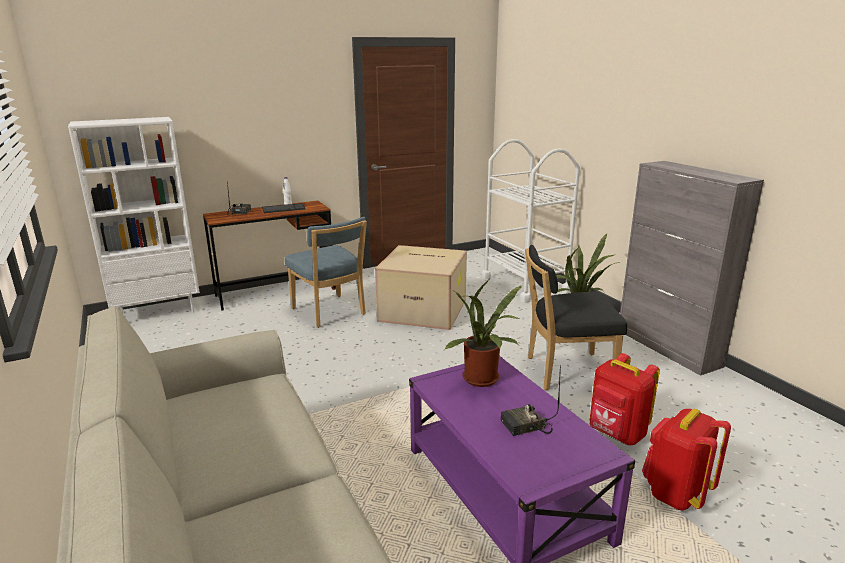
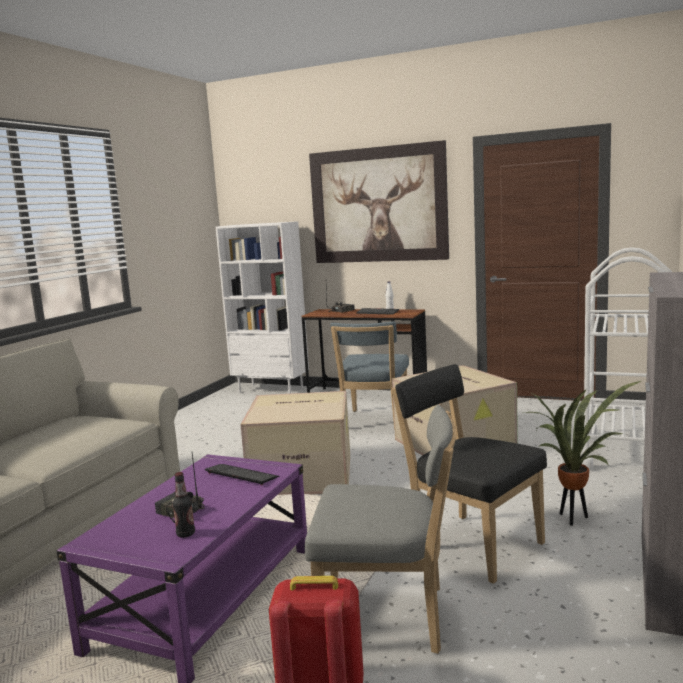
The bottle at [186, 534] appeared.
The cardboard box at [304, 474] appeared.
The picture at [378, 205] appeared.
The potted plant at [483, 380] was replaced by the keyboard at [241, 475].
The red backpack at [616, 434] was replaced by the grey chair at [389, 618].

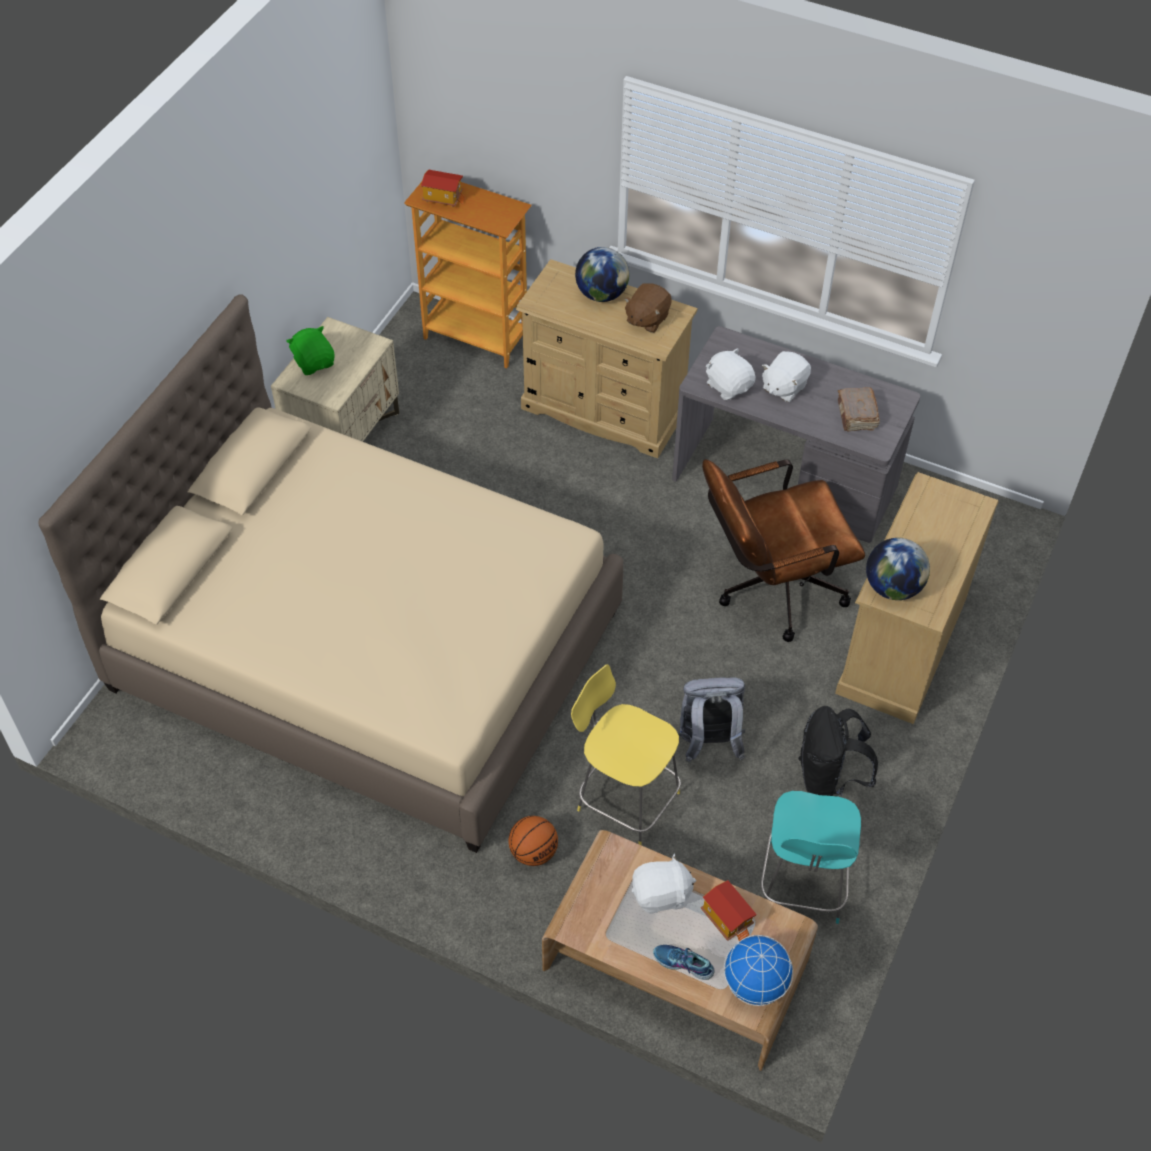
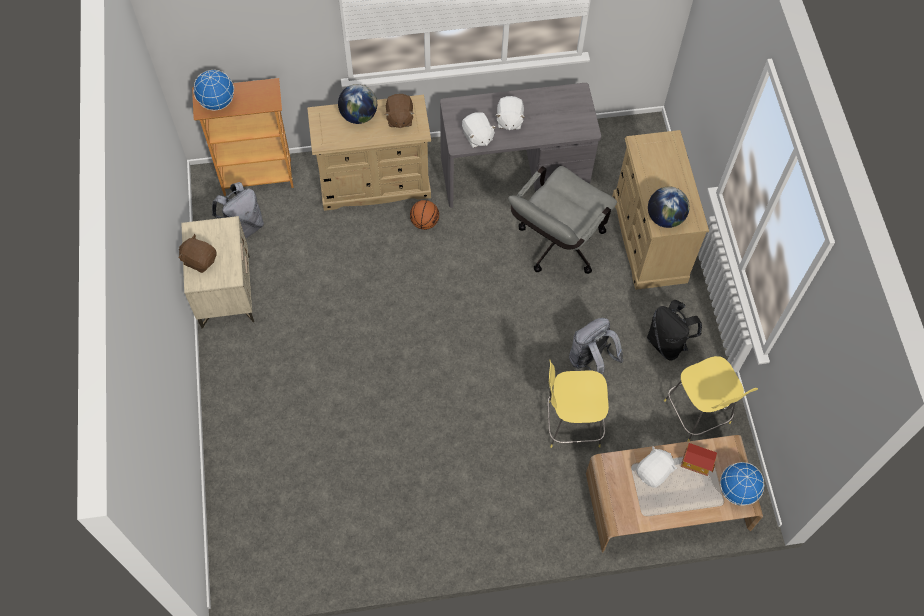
The beige bed at [367, 649] disappeared.
The shoe at [683, 964] disappeared.
The brown book at [856, 416] disappeared.
The grey backpack at [243, 227] appeared.
The basketball moved from [533, 852] to [424, 222].
The toy house at [443, 197] was replaced by the globe at [217, 102].
The green plush toy at [314, 362] became the brown plush toy at [199, 260].
The brown office chair at [770, 590] became the grey office chair at [556, 246].
The turquoise stool at [802, 886] became the yellow stool at [698, 414].
The white plush toy at [729, 386] turned 135 degrees counterclockwise.

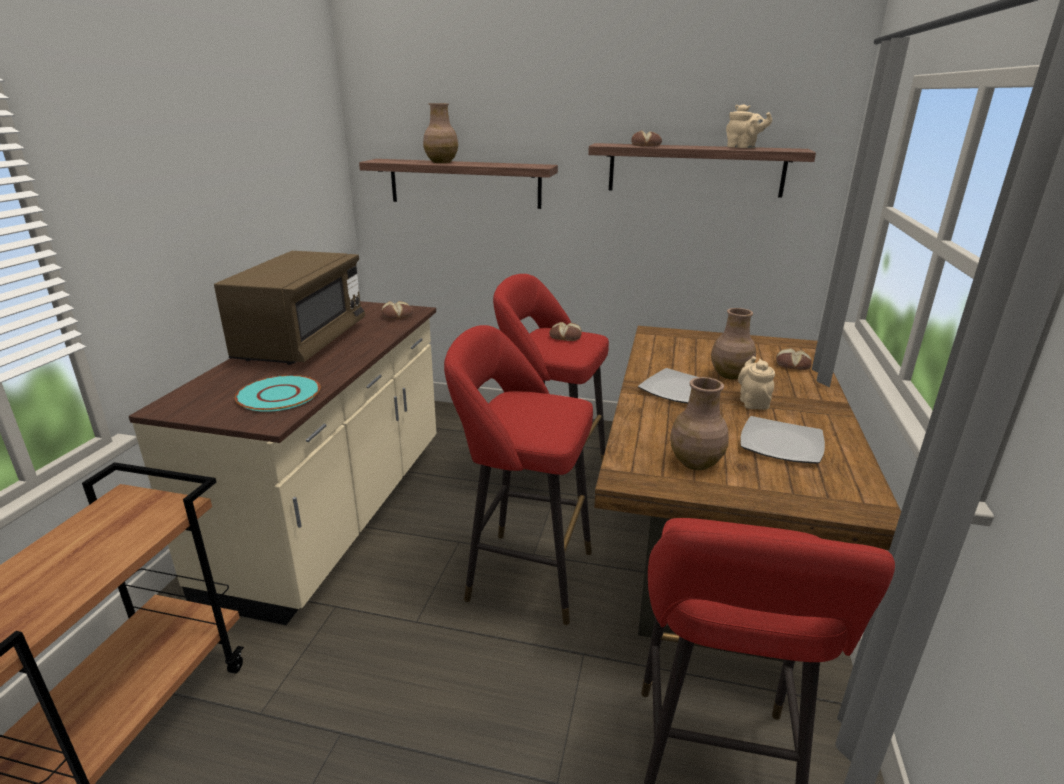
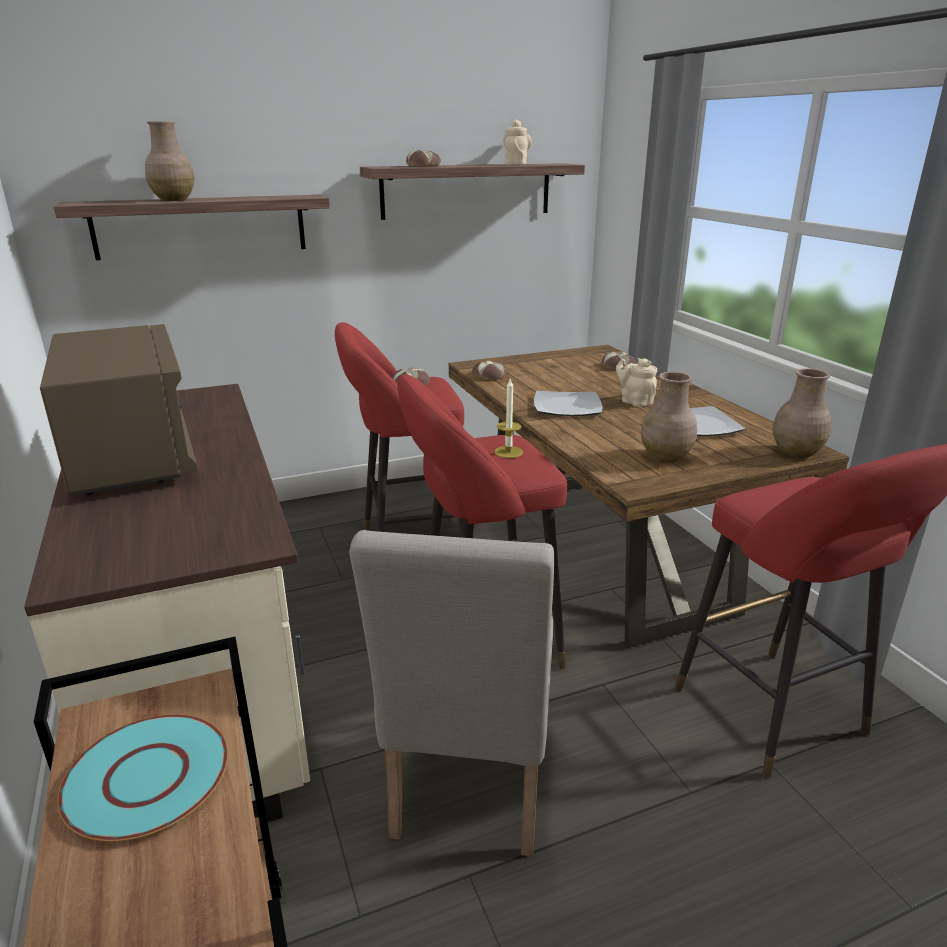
The beige chair at [467, 789] appeared.
The candle at [508, 452] appeared.
The turquoise plate moved from [278, 395] to [146, 778].
The bread moved from [397, 315] to [489, 375].
The brown vase moved from [729, 375] to [795, 452].
The beige teapot at [743, 148] turned 75 degrees counterclockwise.

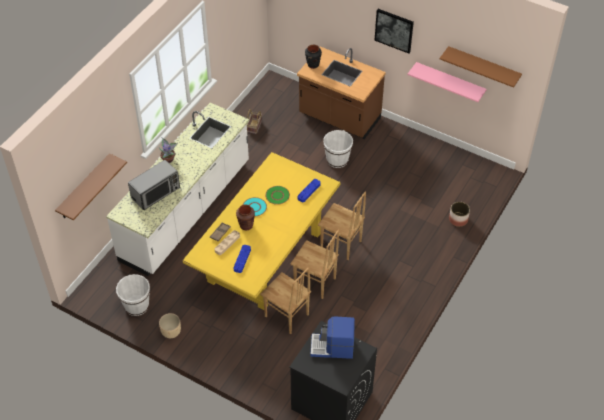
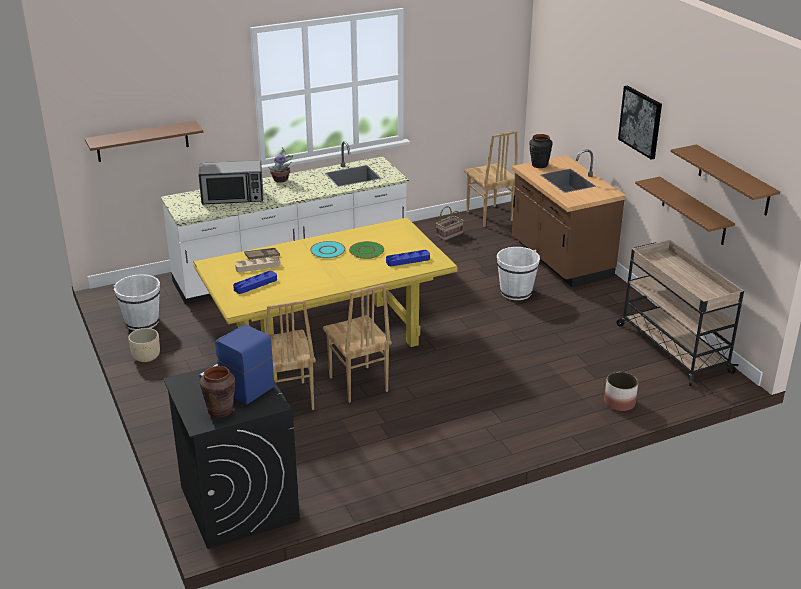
The beige cart at [672, 347] appeared.
The brown vase moved from [246, 225] to [220, 411].
The brown chair moved from [341, 245] to [489, 216].
The pink shelf at [450, 82] became the brown shelf at [693, 211].

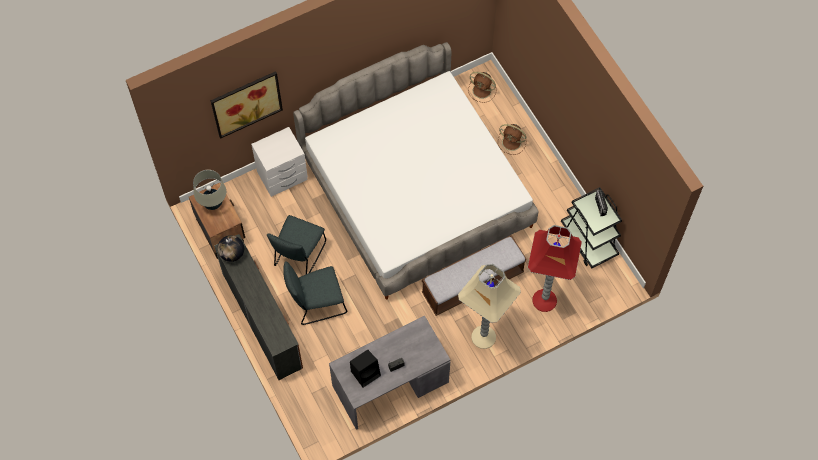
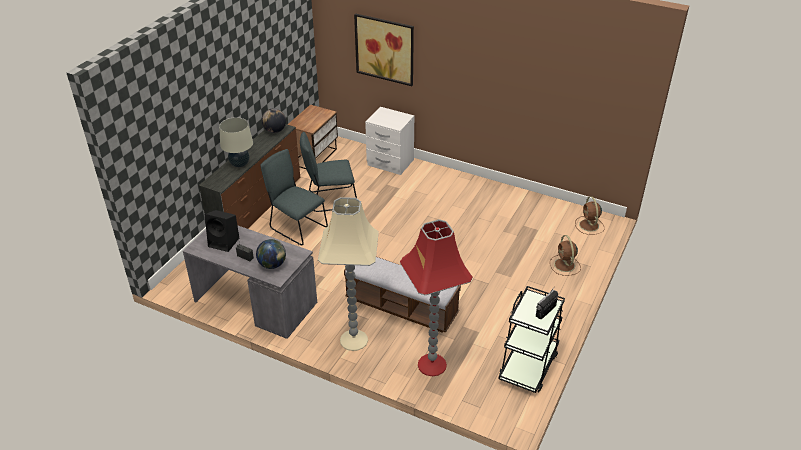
The bed at [416, 190] disappeared.
The globe at [272, 265] appeared.
The beige table lamp moved from [213, 203] to [239, 164].

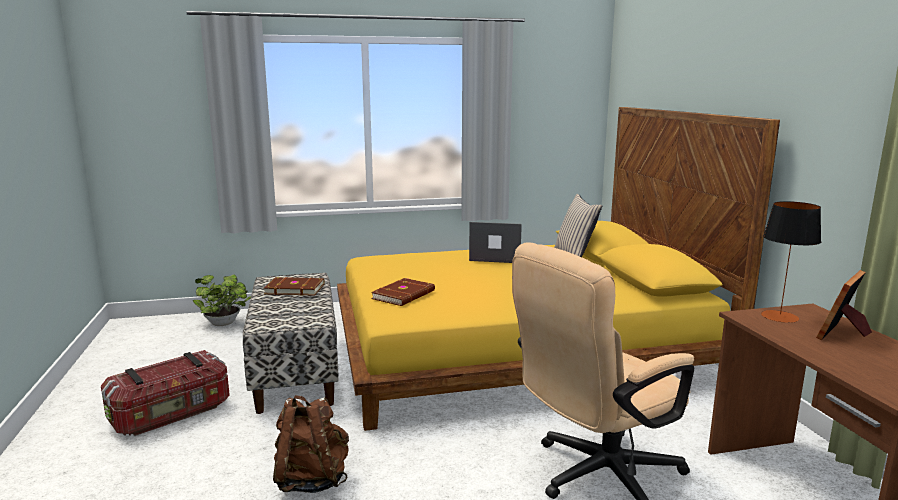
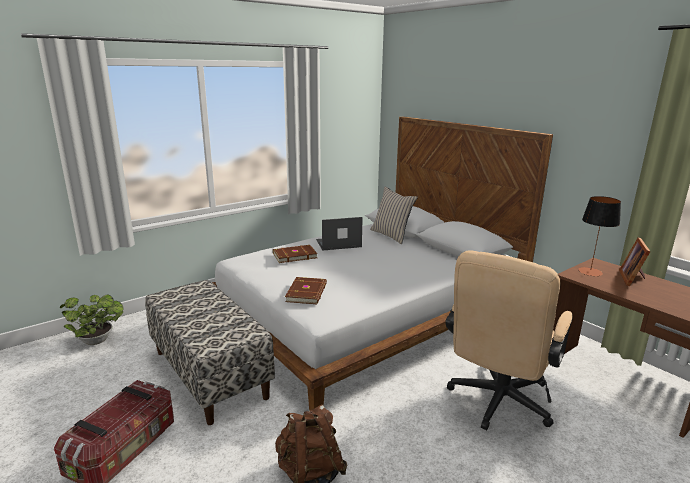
The brown book moved from [295, 288] to [294, 255].
The yellow bed at [516, 350] became the white bed at [368, 314].

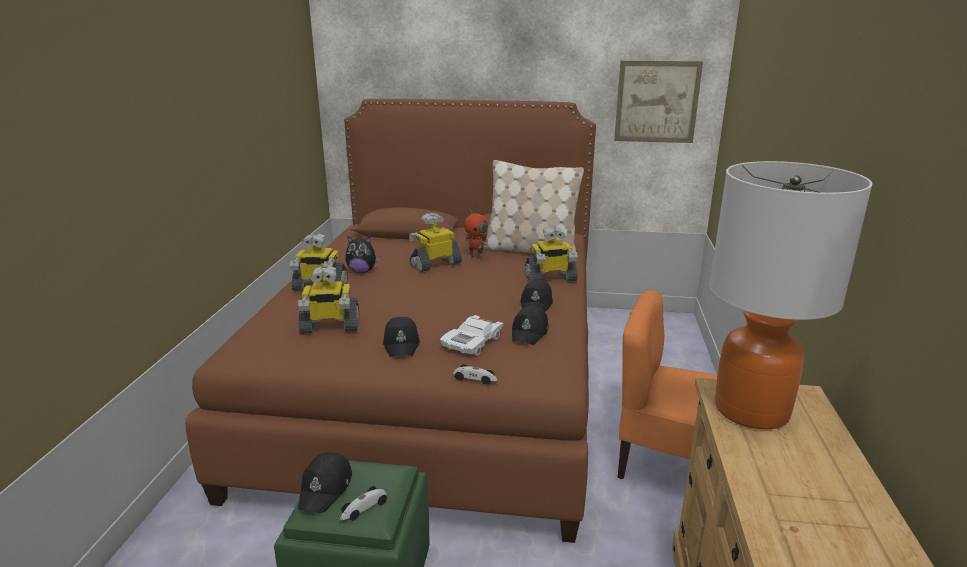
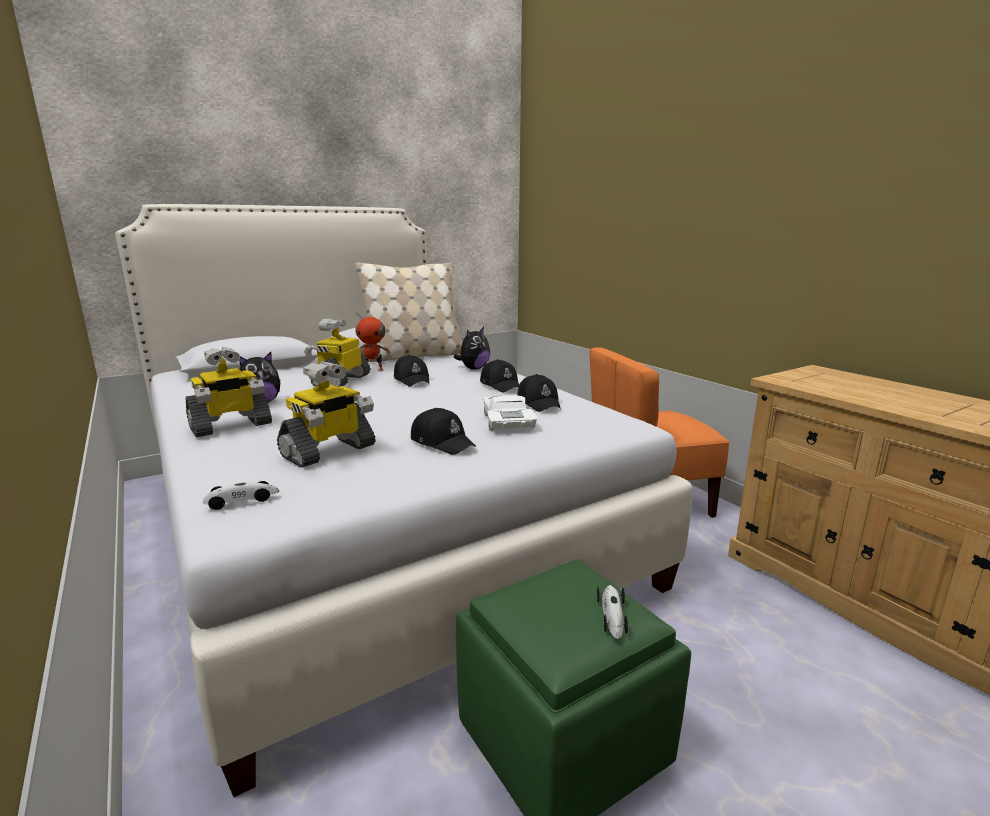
The picture at [657, 102] disappeared.
The table lamp at [751, 410] disappeared.
The black cap moved from [326, 488] to [412, 379].
The toy car moved from [475, 379] to [242, 500].
The toy robot at [550, 278] was replaced by the plush toy at [473, 368].
The brown bed at [438, 383] became the white bed at [374, 521].

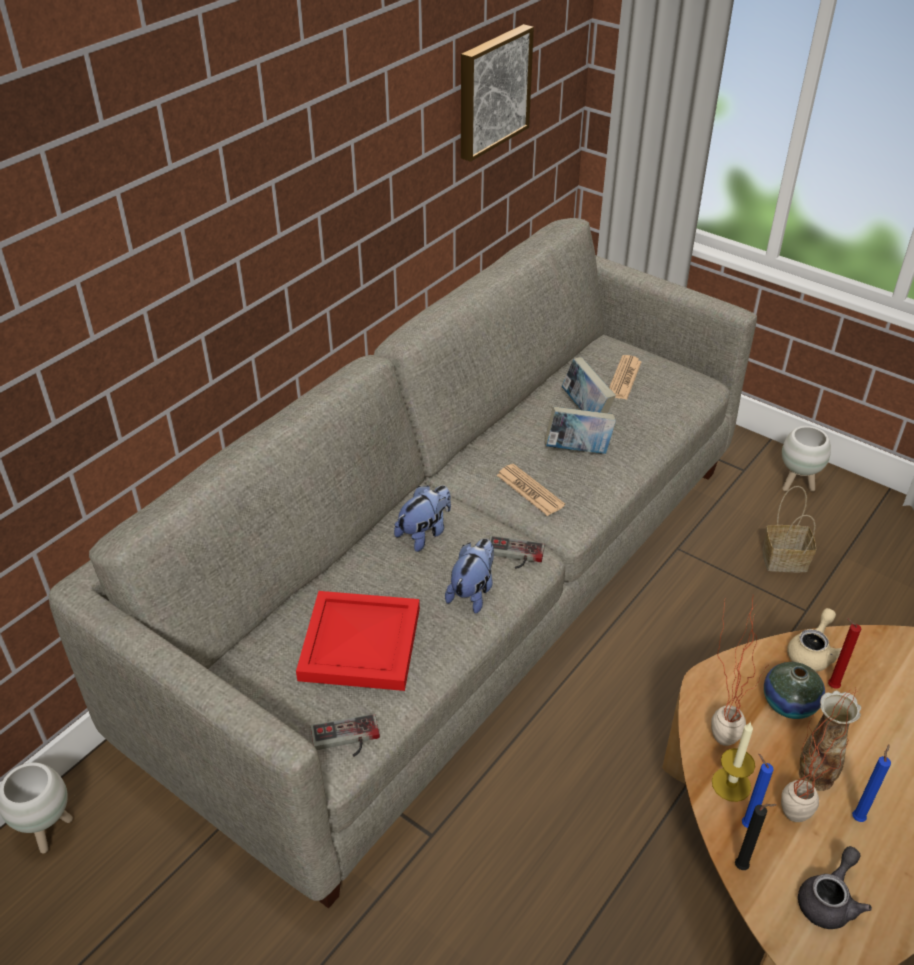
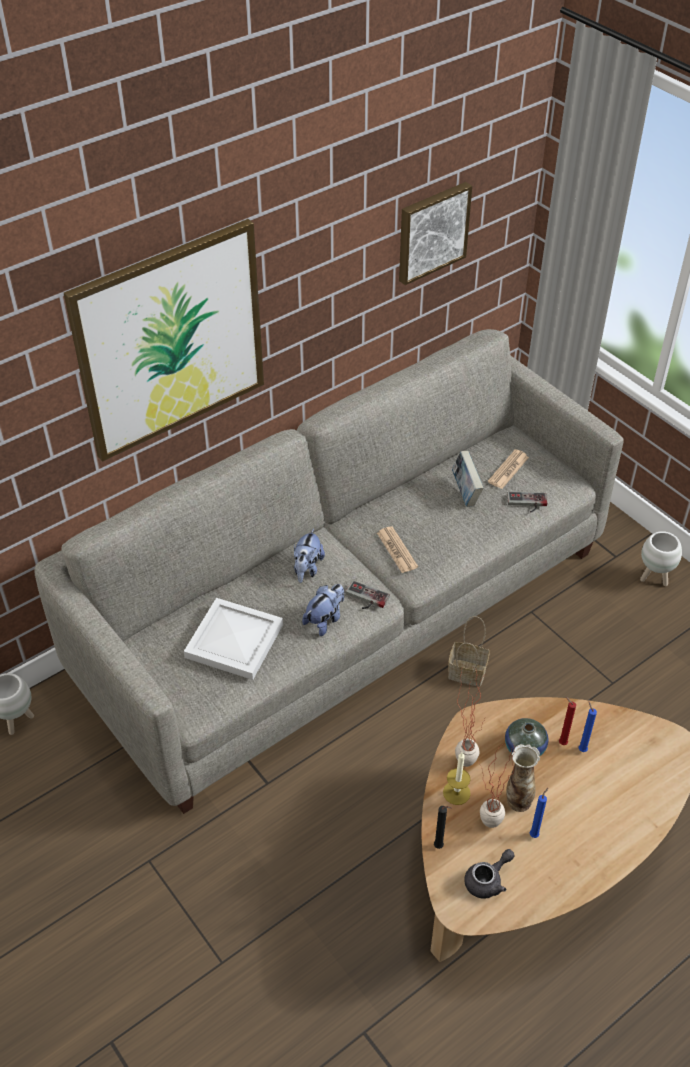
The book at [578, 450] disappeared.
The beige teapot at [812, 652] disappeared.
The picture at [170, 340] appeared.
The game controller moved from [346, 740] to [527, 503].
The blue candle moved from [745, 824] to [581, 749].
The basket moved from [786, 559] to [468, 672].
The red tray at [362, 642] became the white tray at [236, 640].
The plush toy at [424, 533] turned 135 degrees clockwise.

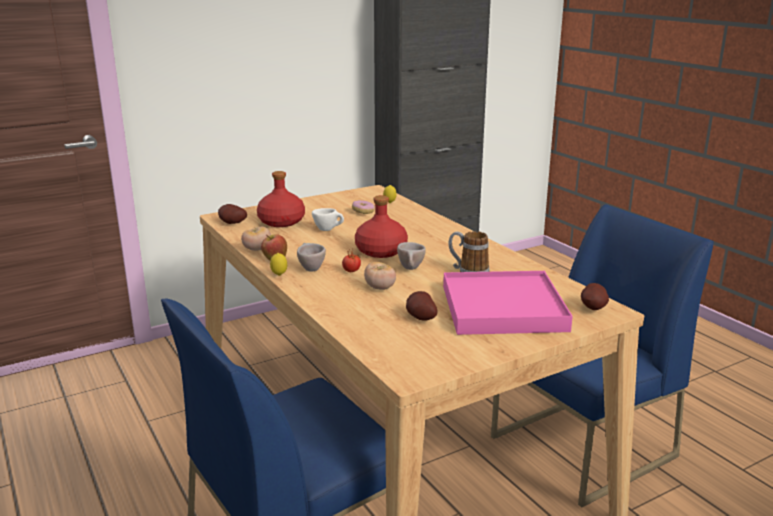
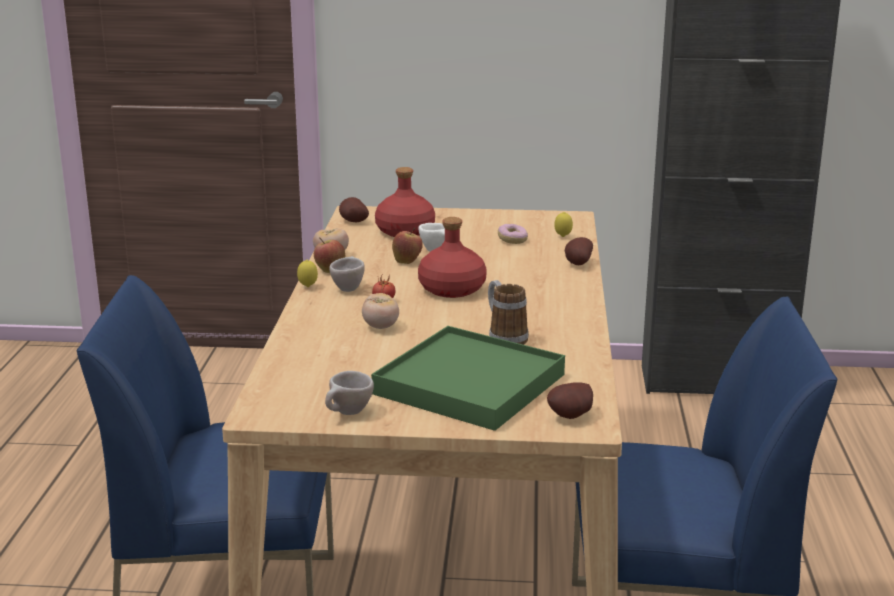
The apple at [407, 261] appeared.
The beige cup moved from [411, 269] to [347, 414].
The potato moved from [419, 318] to [577, 264].
The pink tray at [503, 308] became the green tray at [469, 384].

